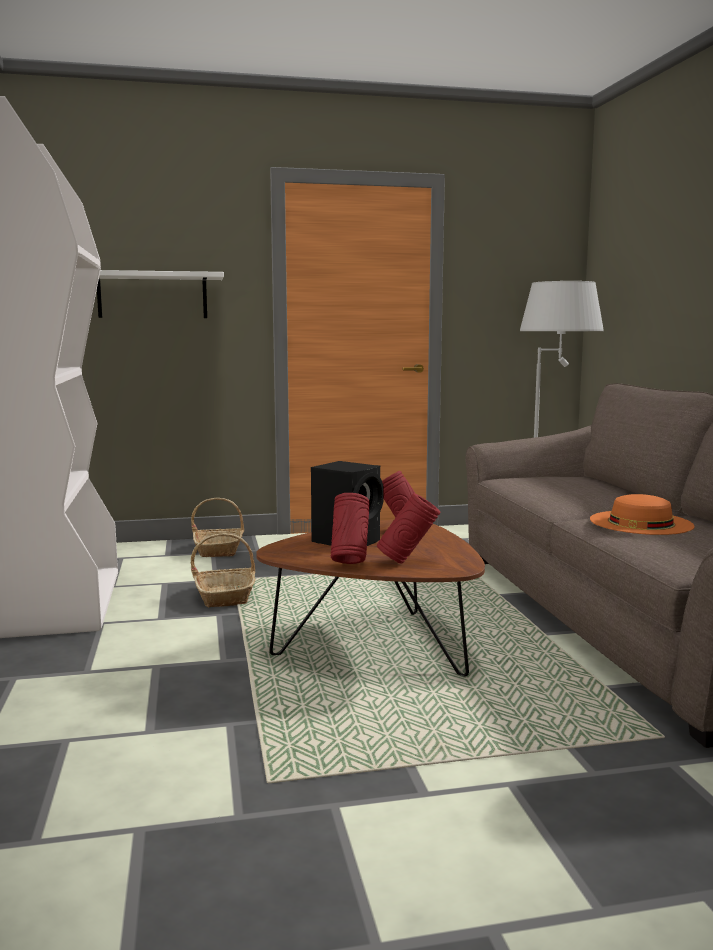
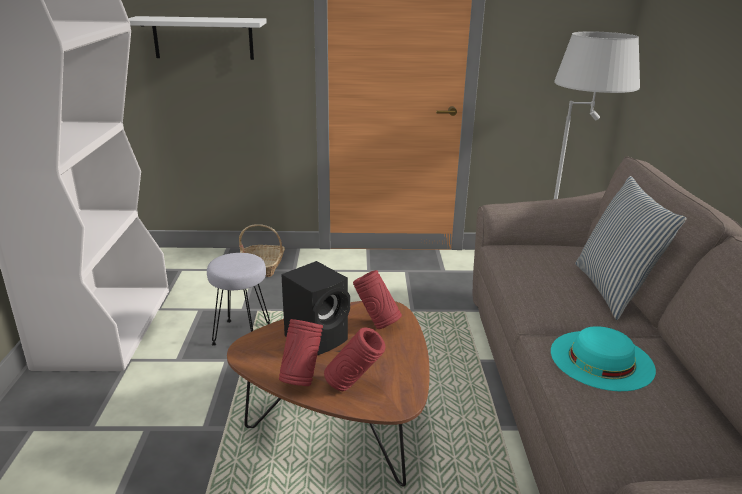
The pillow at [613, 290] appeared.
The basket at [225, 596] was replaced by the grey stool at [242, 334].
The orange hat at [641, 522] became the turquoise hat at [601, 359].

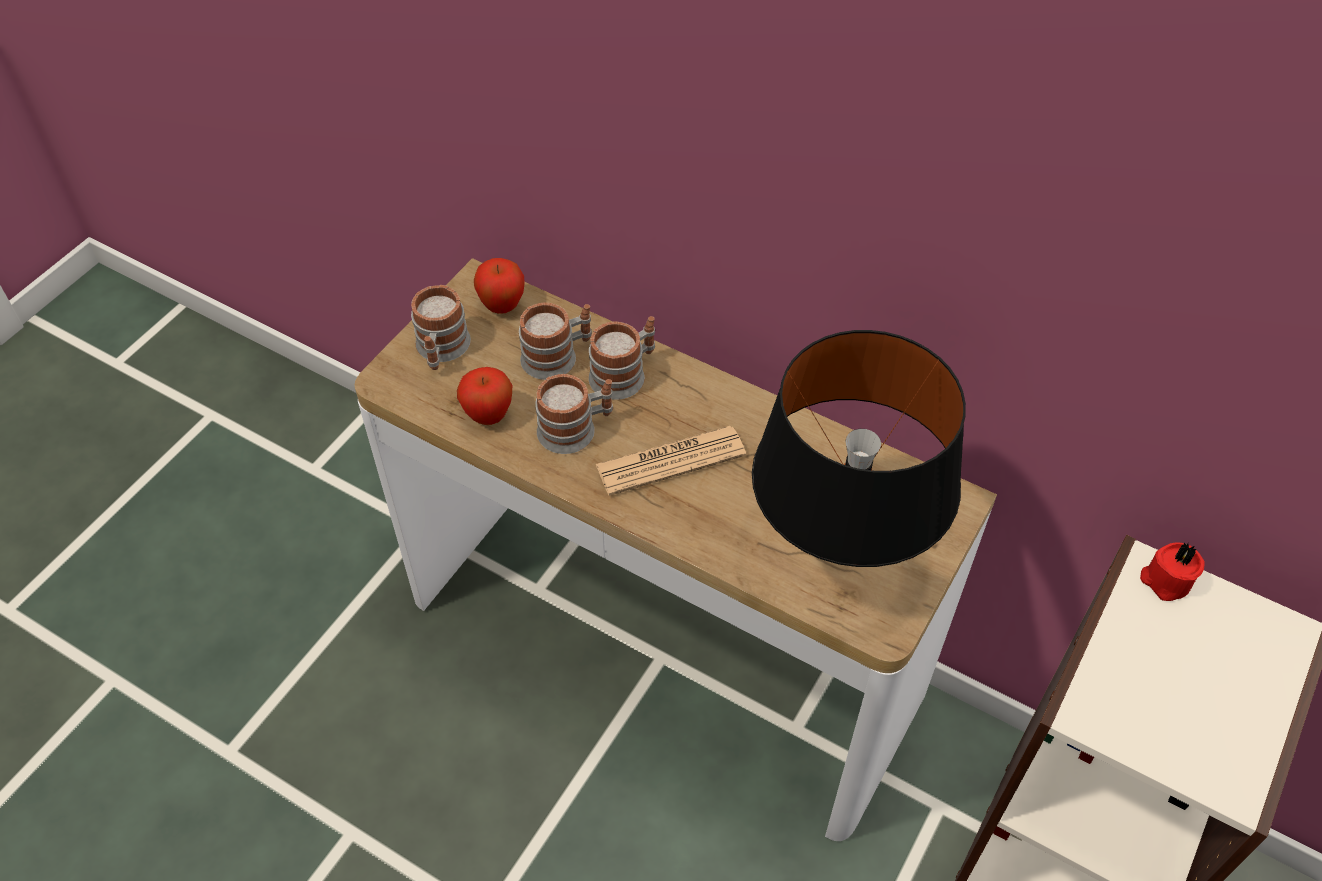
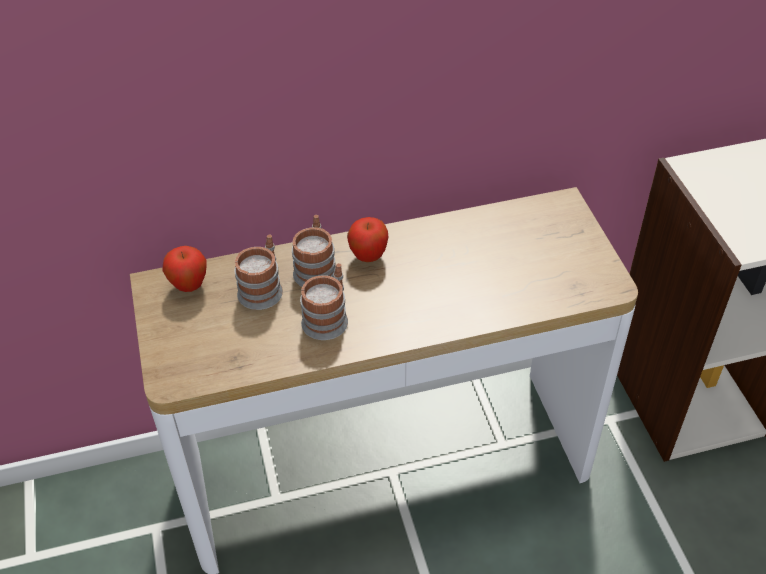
The mug at [441, 350] disappeared.
The newspaper at [670, 461] disappeared.
The black table lamp at [840, 552] disappeared.
The red candle at [1165, 581] disappeared.
The apple moved from [488, 416] to [368, 257].

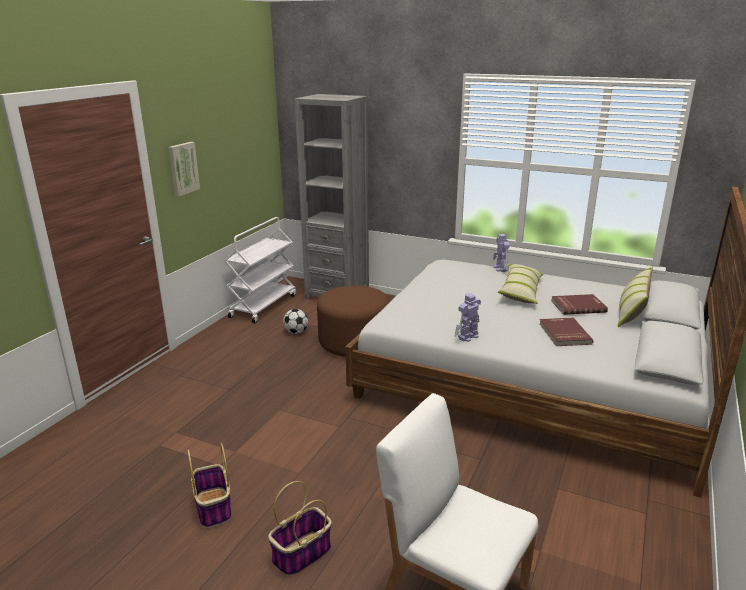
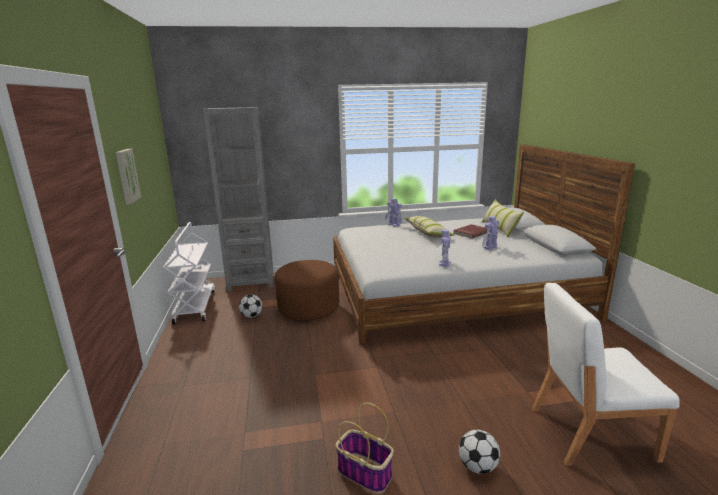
The basket at [301, 555] was replaced by the football at [477, 467].
The red book at [563, 334] was replaced by the toy robot at [490, 247].

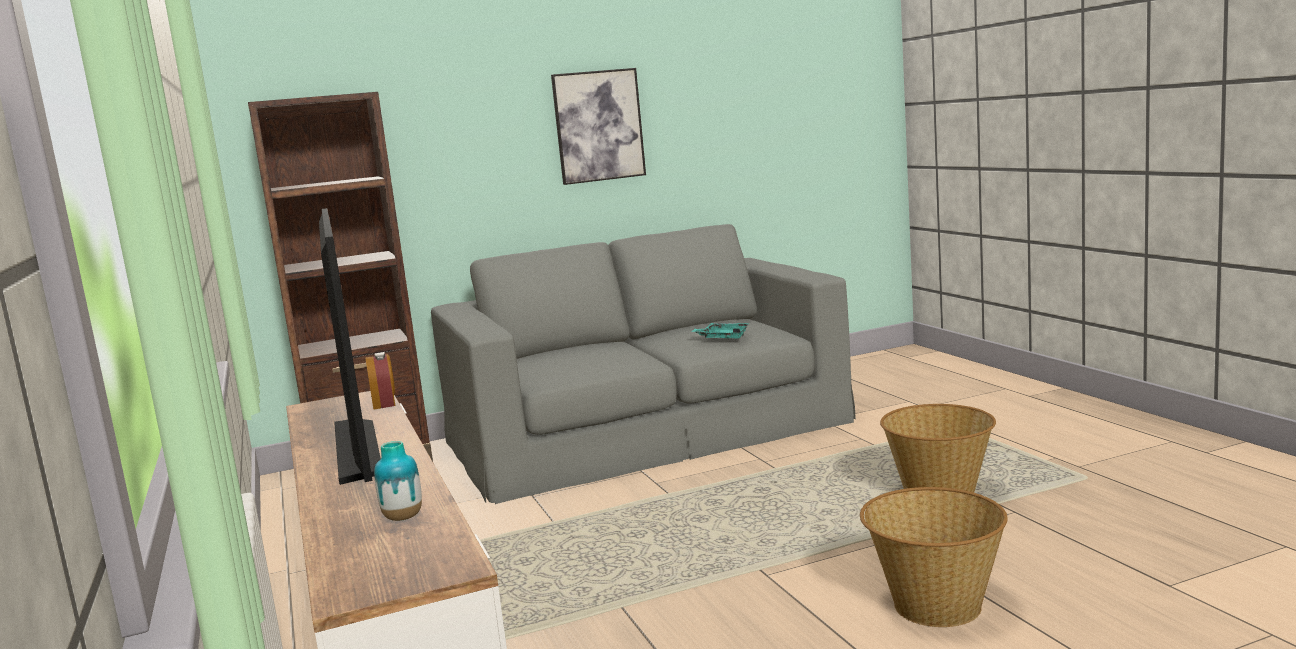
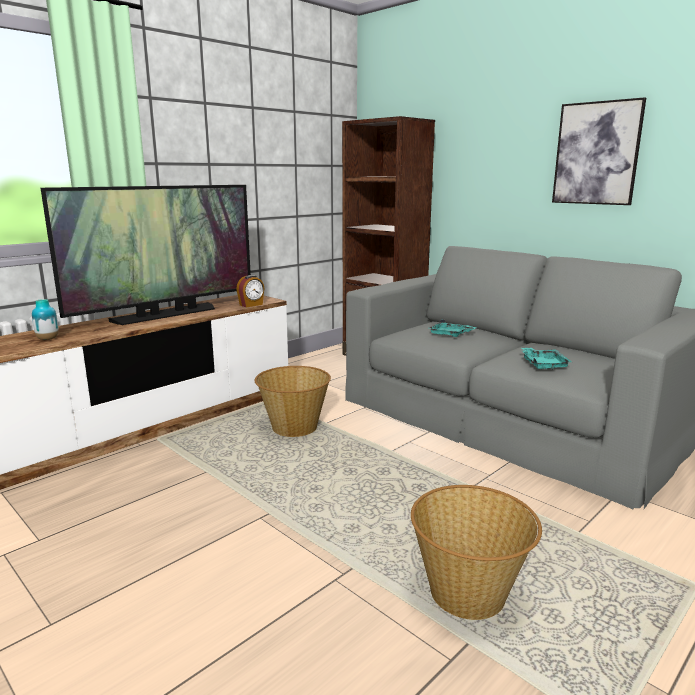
The turquoise tray at [450, 334] appeared.
The basket moved from [935, 606] to [294, 427].

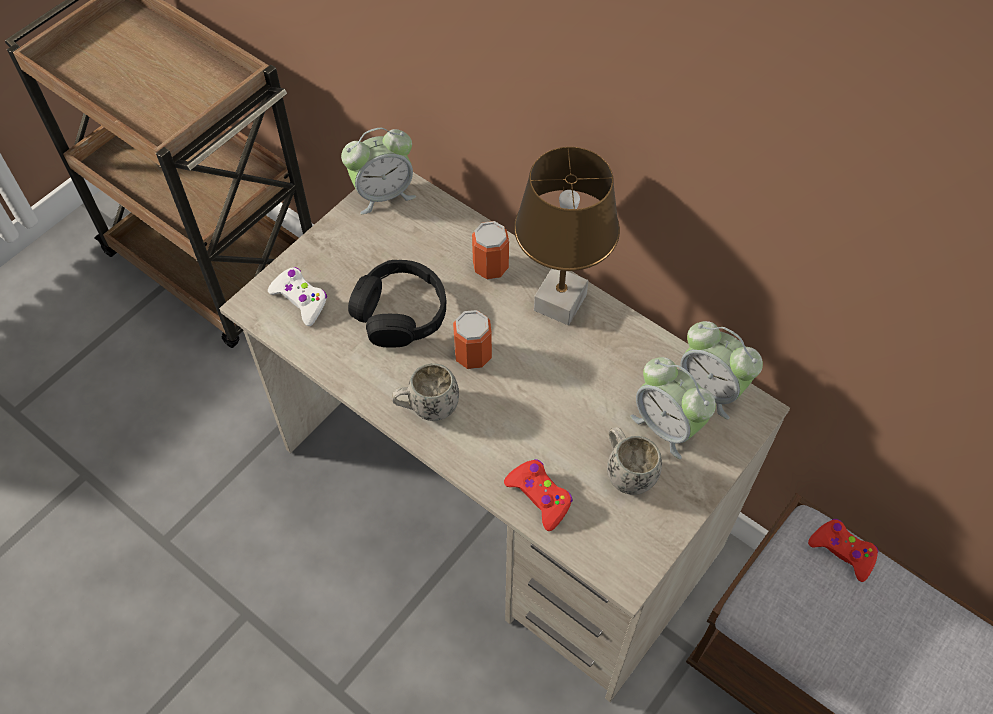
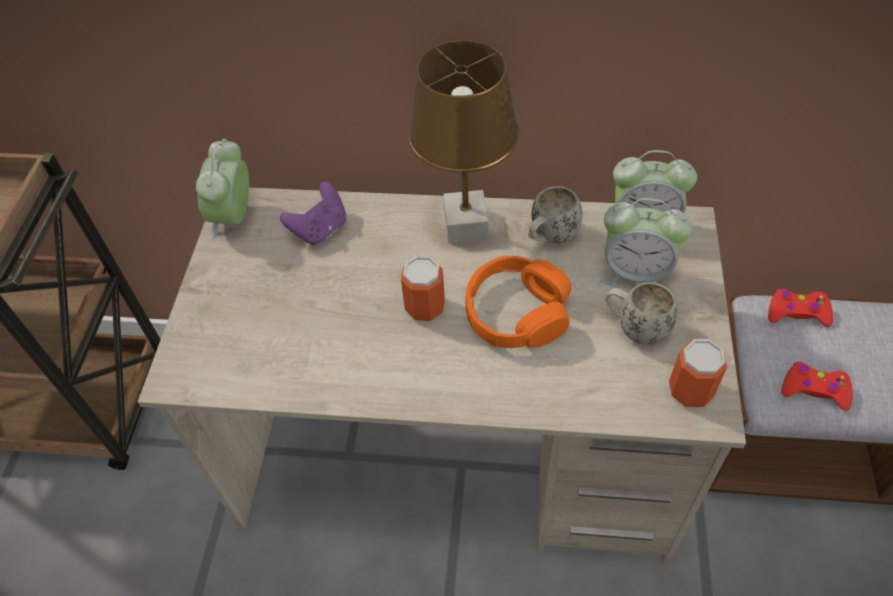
The white game controller at [300, 300] disappeared.
The black headphones at [400, 313] disappeared.
The purple game controller at [320, 229] appeared.
The orange headphones at [517, 313] appeared.
The white mug moved from [426, 408] to [550, 237].
The can moved from [490, 267] to [690, 391].
The red game controller moved from [539, 496] to [814, 390].
The alarm clock at [383, 194] turned 150 degrees clockwise.

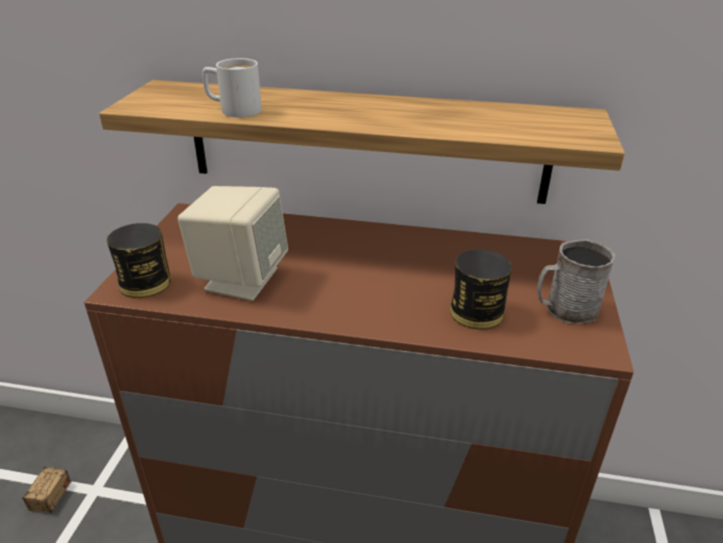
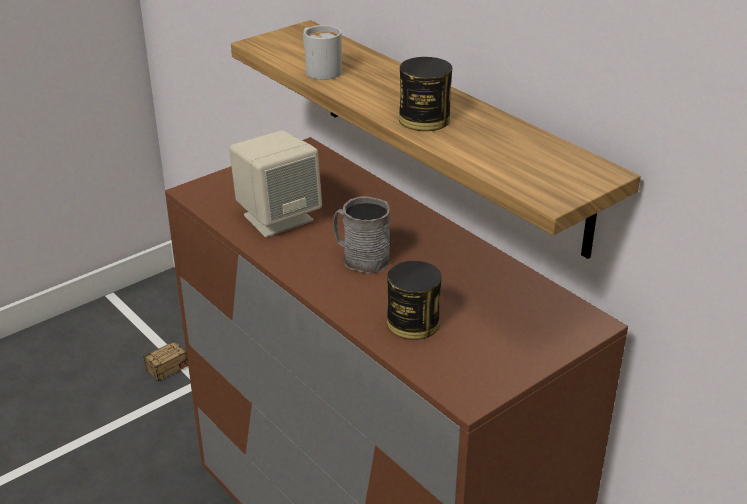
The can moved from [145, 283] to [424, 119].
The grey mug moved from [564, 310] to [360, 258].

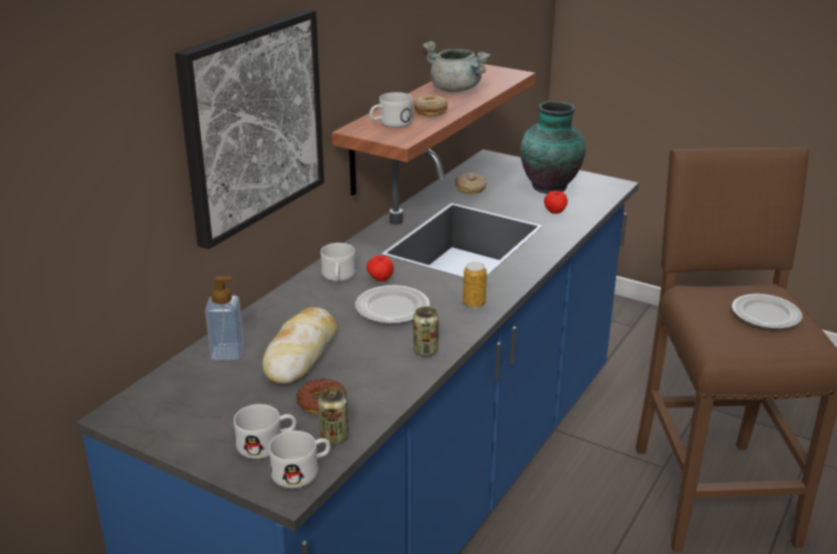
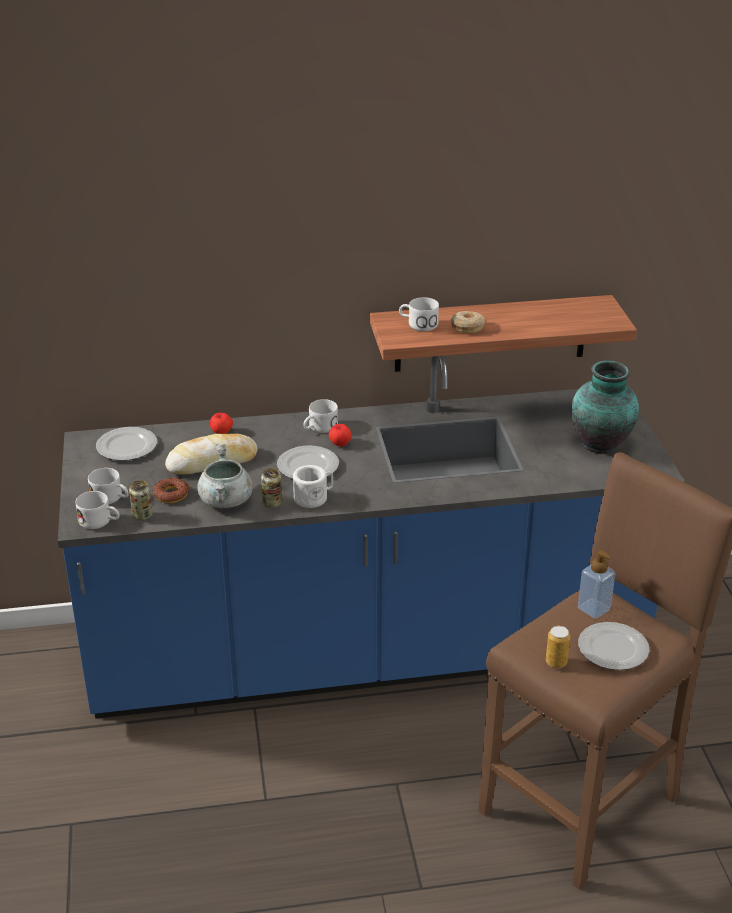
The picture at [252, 124] disappeared.
The donut at [470, 188] disappeared.
The plate at [126, 447] appeared.
The white mug at [314, 498] appeared.
The soap dispenser moved from [227, 352] to [593, 609].
The grey cooking pot moved from [456, 89] to [226, 501].
The can moved from [474, 303] to [556, 662].
The apple moved from [555, 211] to [221, 432].

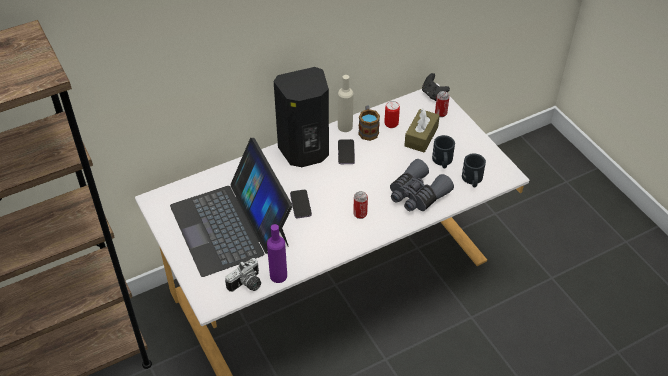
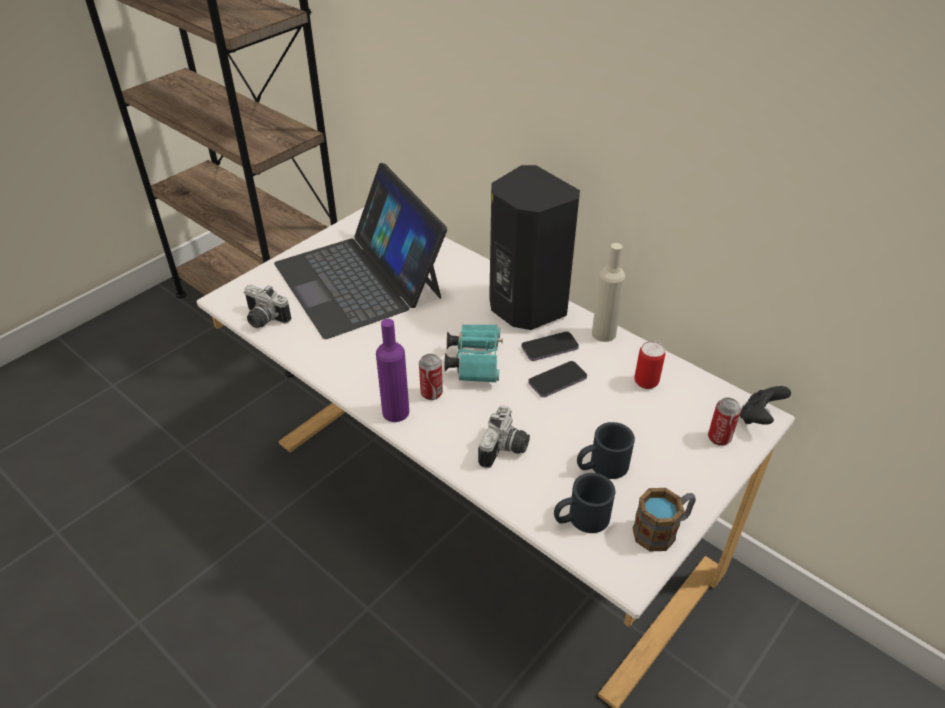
The brown tissue box at [421, 136] disappeared.
The turquoise binoculars at [475, 361] appeared.
The purple bottle moved from [278, 275] to [395, 412].
The phone moved from [300, 205] to [557, 380].
The mug moved from [368, 130] to [662, 530].
The grey binoculars at [417, 194] was replaced by the photo camera at [505, 450].
The laptop at [231, 225] turned 75 degrees counterclockwise.

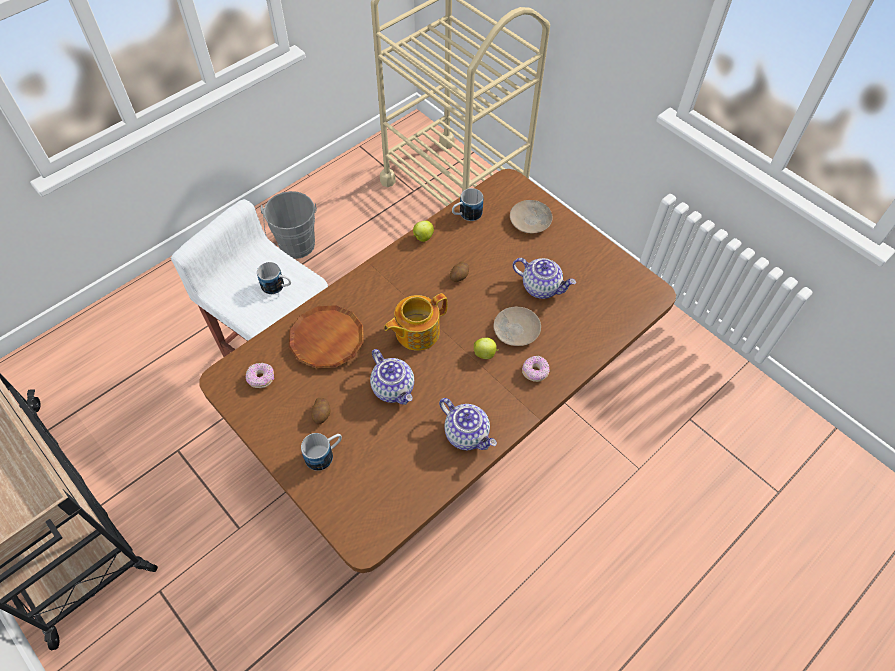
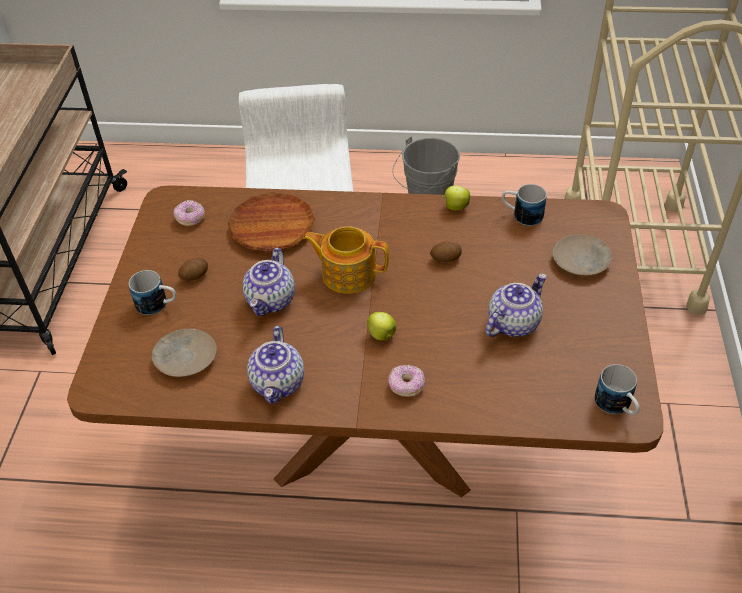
The mug moved from [277, 287] to [617, 406].
The beige plate moved from [516, 330] to [185, 358].
The teapot at [541, 287] turned 120 degrees counterclockwise.

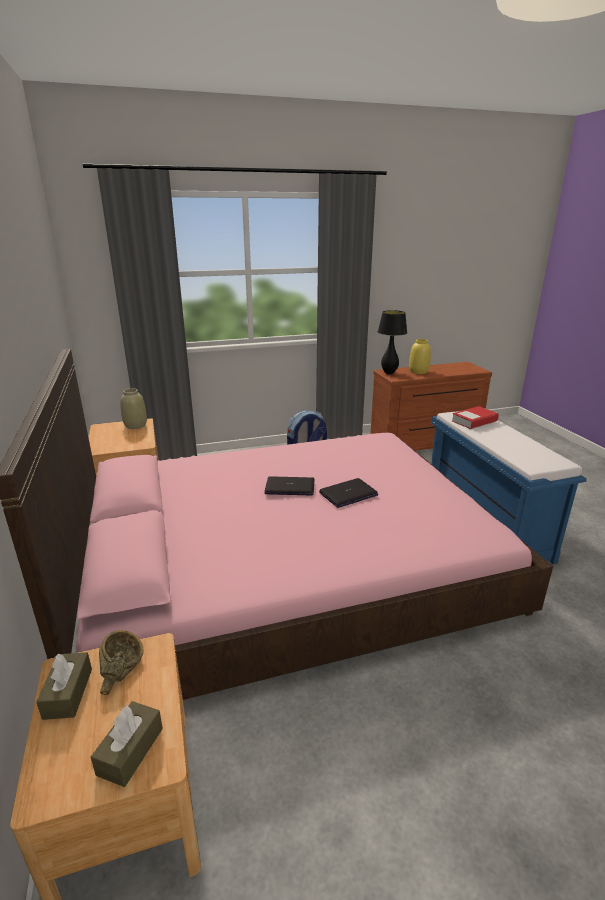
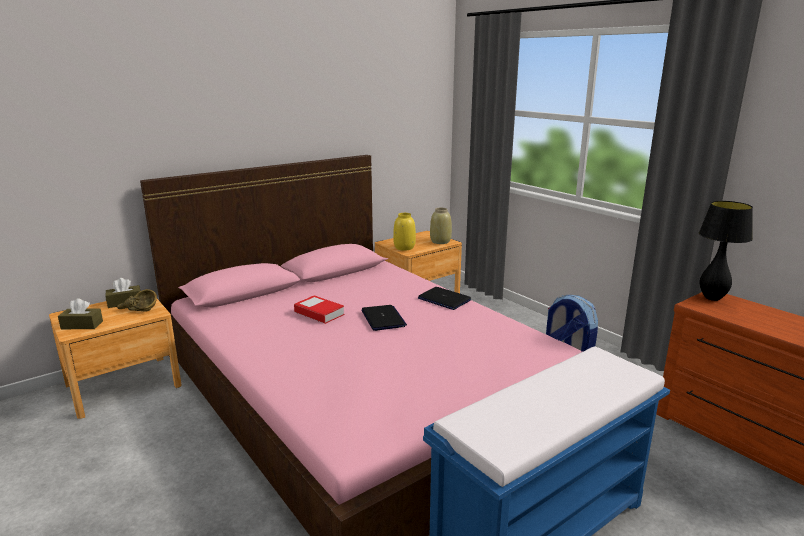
The laptop moved from [348, 494] to [444, 299].
The yellow vase moved from [418, 372] to [404, 248].
The book moved from [474, 421] to [319, 313].

